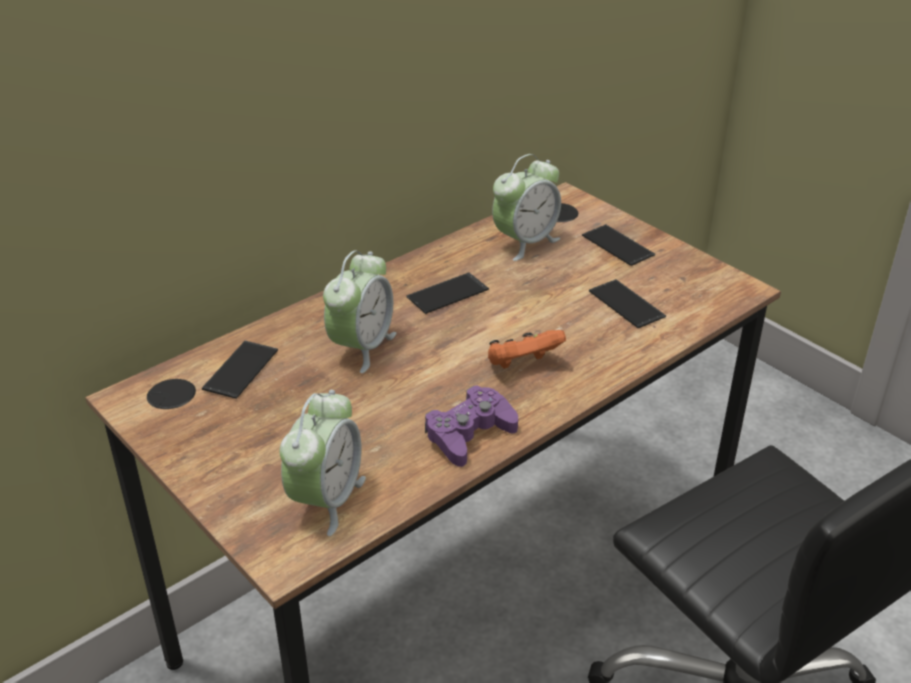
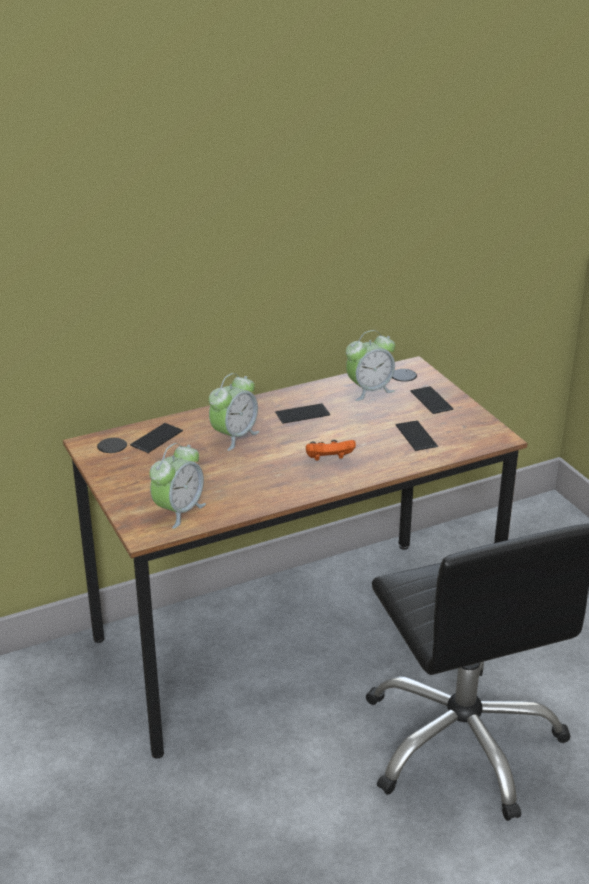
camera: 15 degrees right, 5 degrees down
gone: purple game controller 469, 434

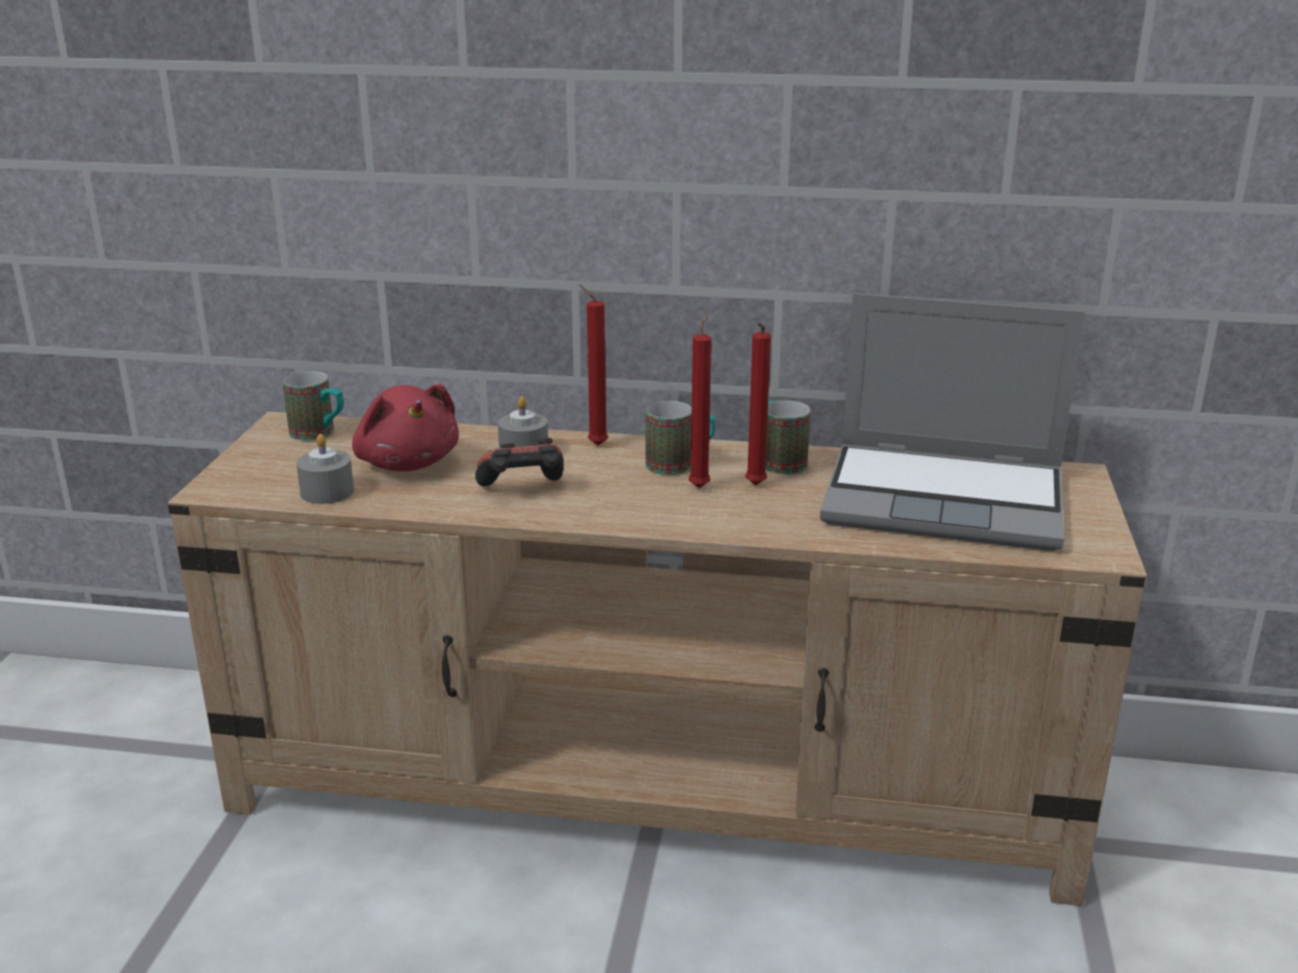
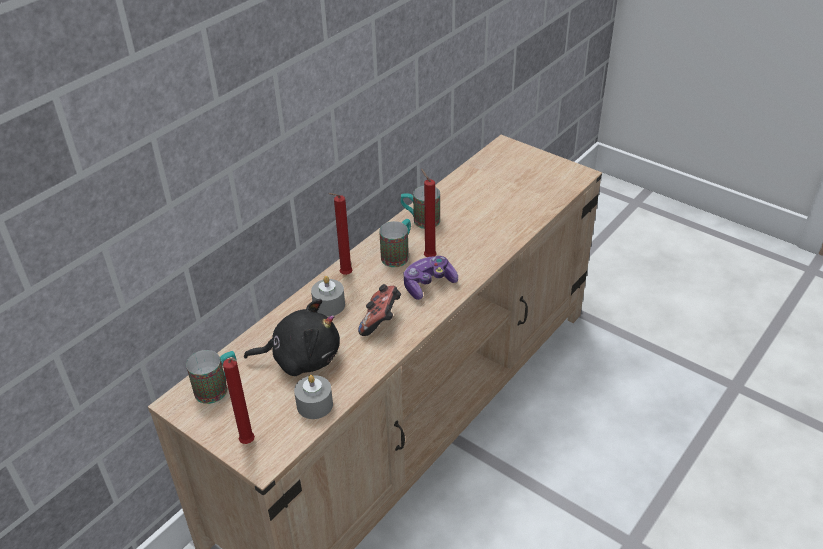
camera: 60 degrees left, 15 degrees up
gone: laptop 947, 499
new: game controller 428, 284
shifted: red candle 754, 486 to 249, 443
repainted: red plush toy 407, 462 to black plush toy 301, 358

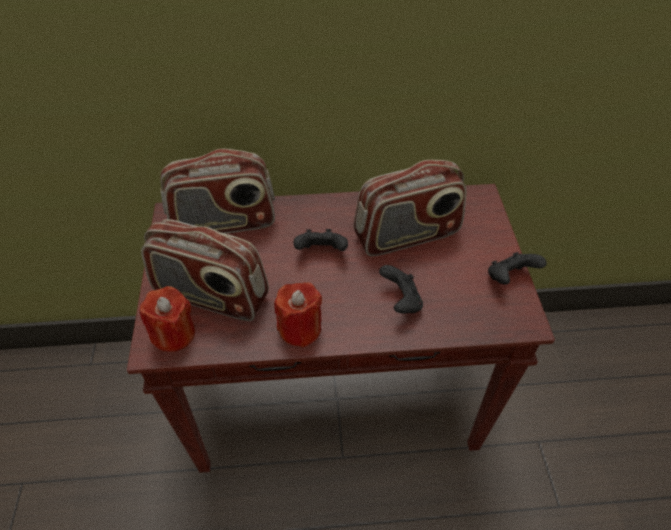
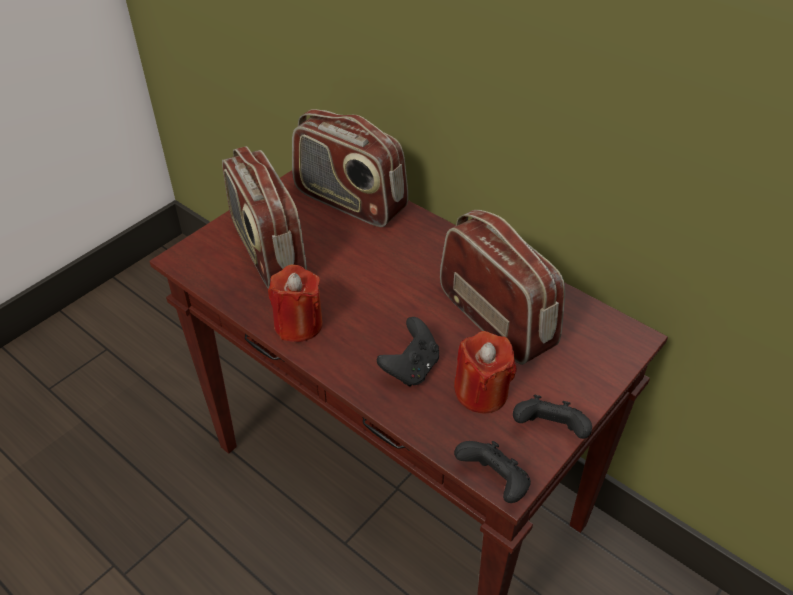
camera: 45 degrees right, 5 degrees down
shifted: red candle 174, 334 to 481, 392; black game controller 321, 252 to 494, 483
rotated: radio 407, 235 = 497, 319 150 degrees counterclockwise

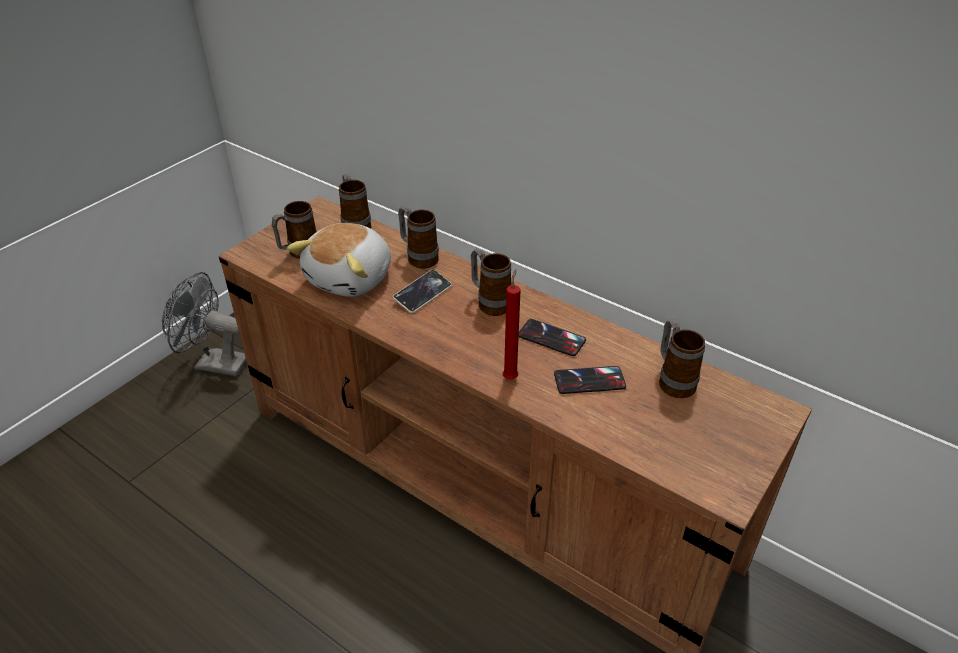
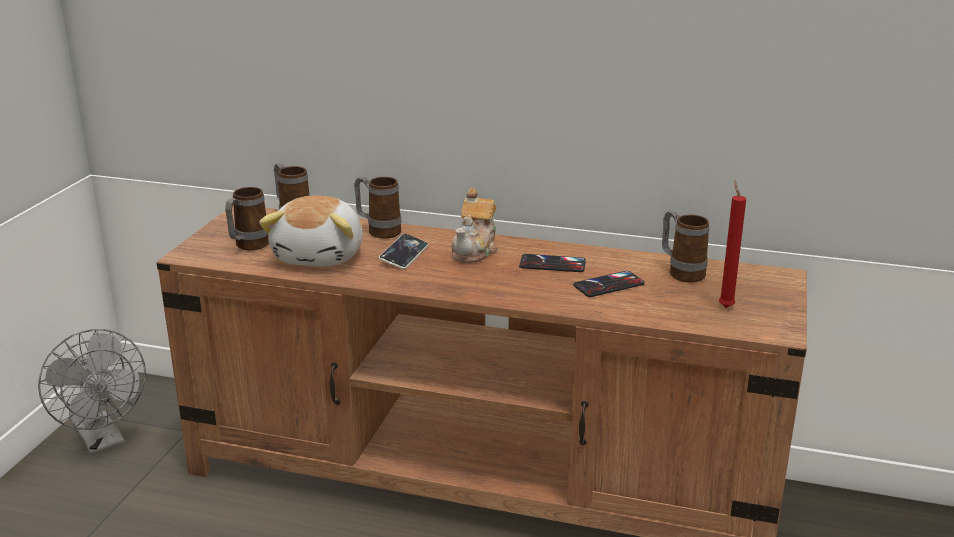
camera: 20 degrees left, 15 degrees down
shifted: red candle 510, 377 to 725, 306
swapped: mug 490, 303 to teapot 475, 250
rotated: grey fan 214, 363 = 103, 441 120 degrees counterclockwise

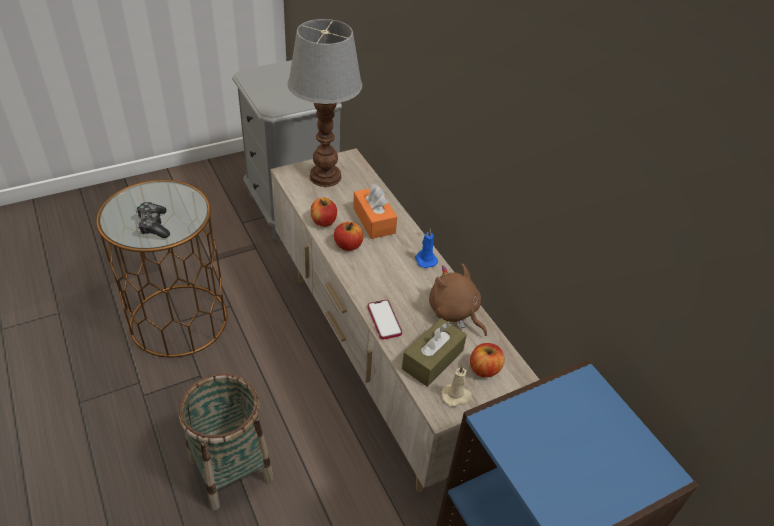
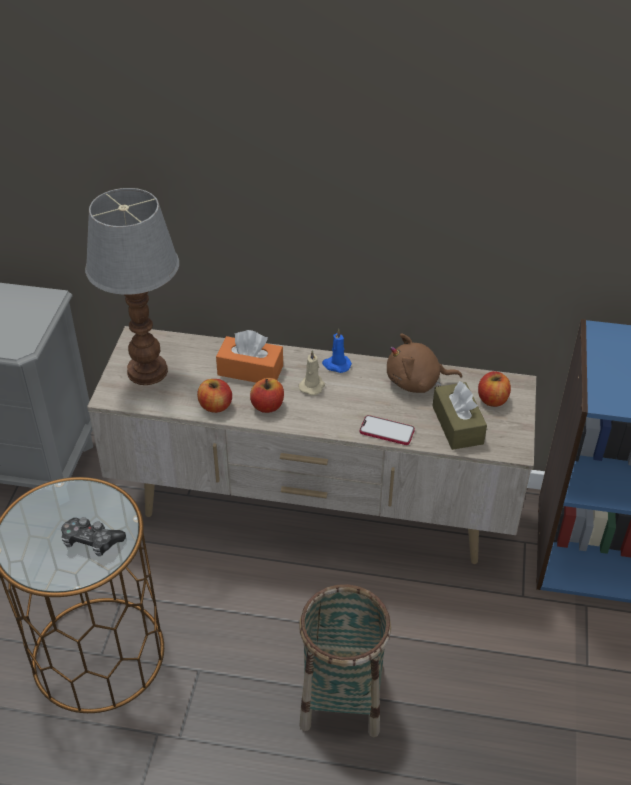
camera: 50 degrees left, 0 degrees up
shifted: beige candle 456, 396 to 312, 385

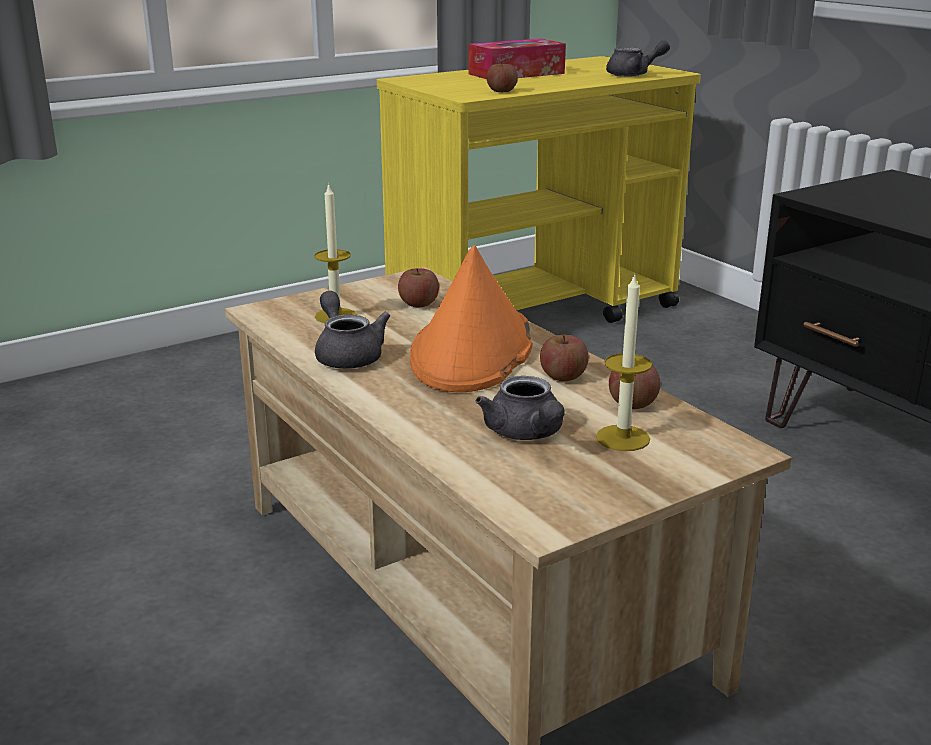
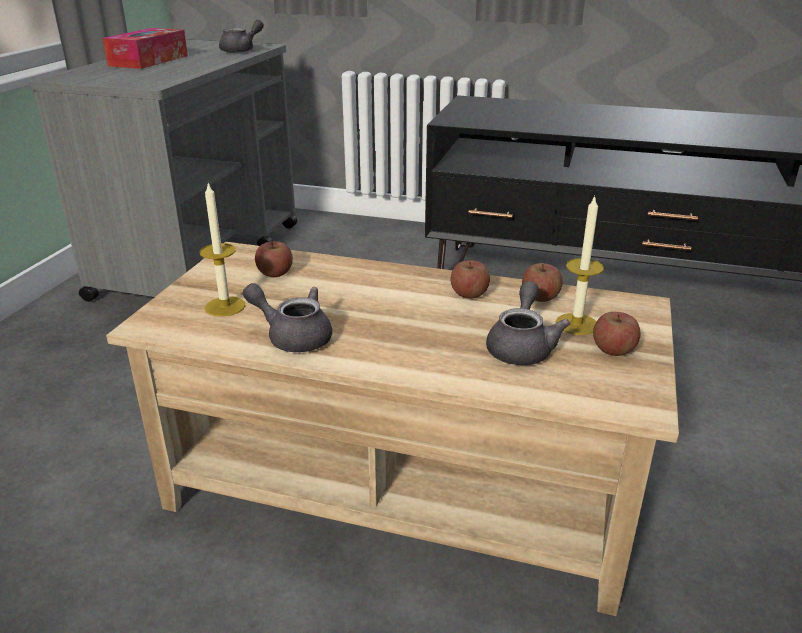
camera: 40 degrees left, 5 degrees up
gone: orange hat 472, 351
shifted: apple 501, 91 to 613, 350
repainted: yellow cart 535, 313 to grey cart 202, 259
rotated: grey teapot 526, 434 = 522, 346 105 degrees counterclockwise

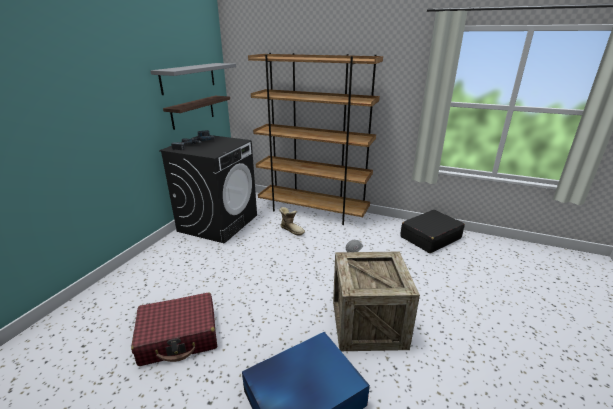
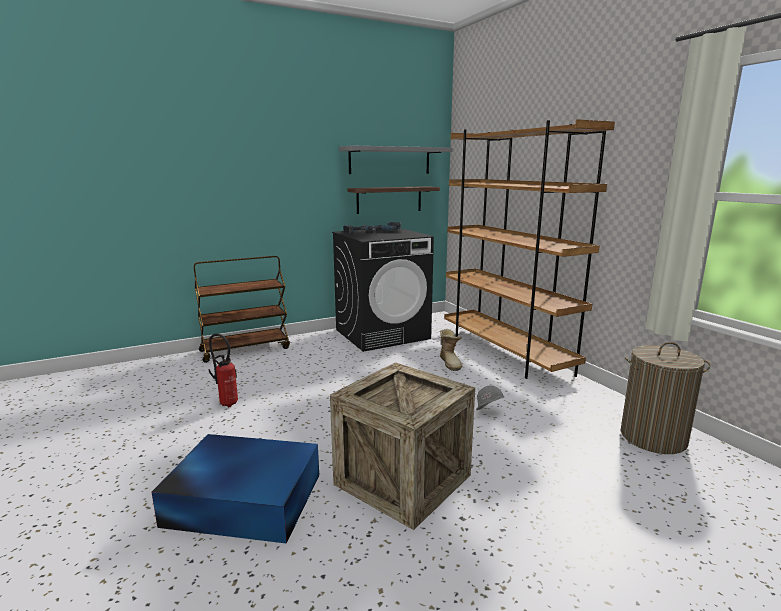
camera: 40 degrees right, 10 degrees down
new: brown cart 245, 349
swapped: red suitcase 179, 336 to fire extinguisher 227, 403; black suitcase 430, 237 to laundry basket 652, 437

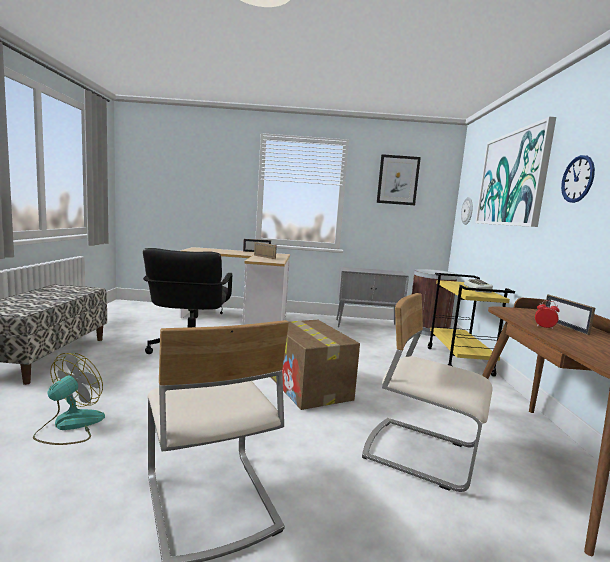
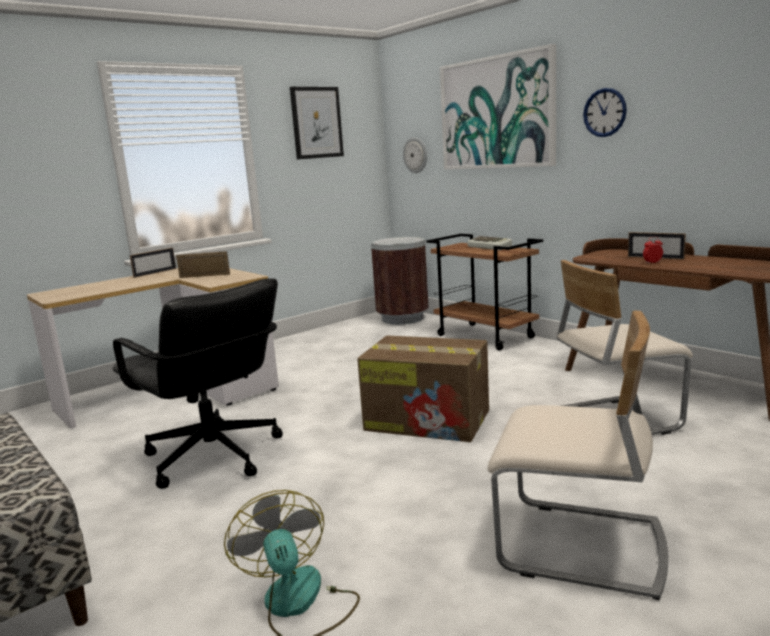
camera: 40 degrees left, 5 degrees up
gone: grey cabinet 368, 325
repainted: yellow cart 459, 361 to brown cart 486, 336

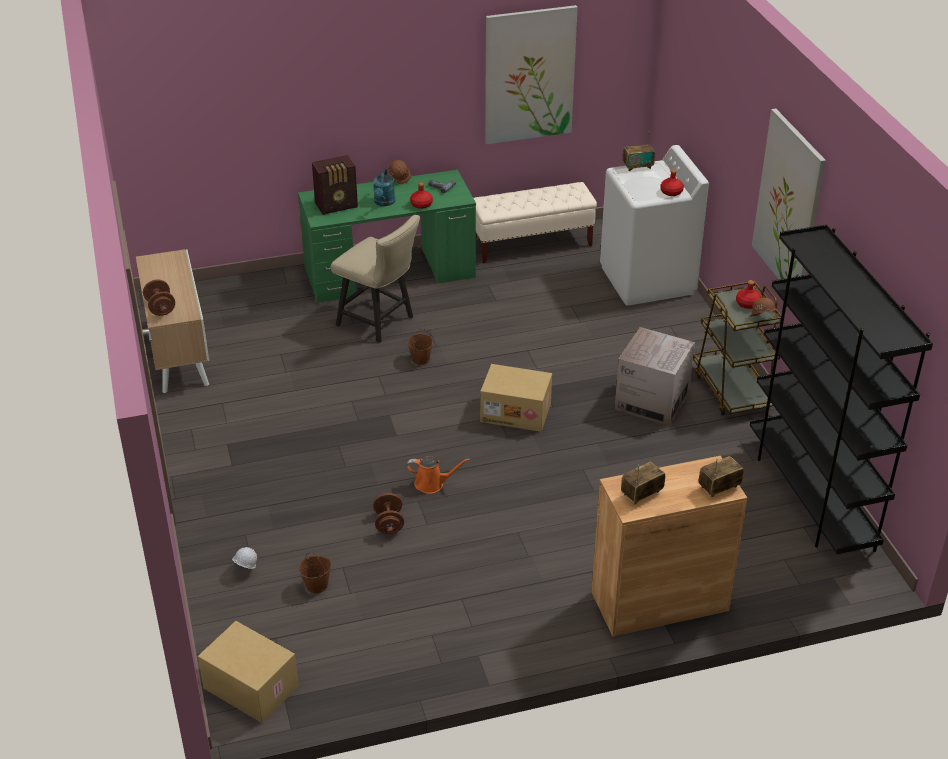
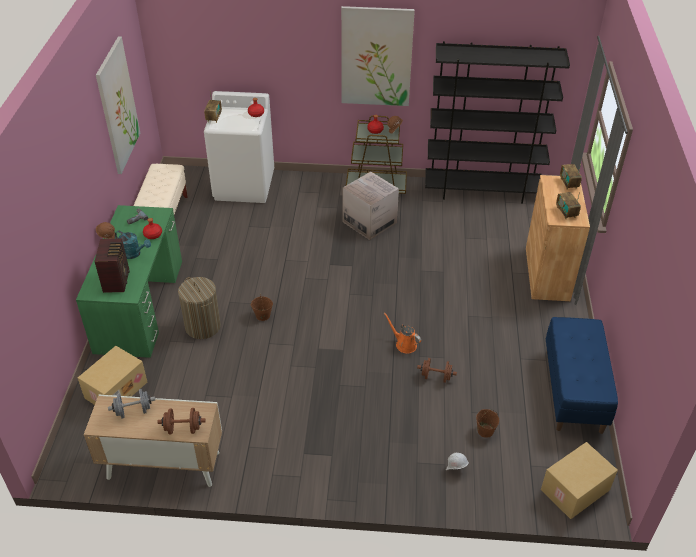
camera: 70 degrees left, 5 degrees up
new: grey dumbbell 133, 411; blue bench 574, 391
shifted: cardboard box 516, 412 to 116, 389
swapped: beige chair 380, 322 to laundry basket 203, 326
rotated: orange watering can 432, 484 = 404, 344 75 degrees counterclockwise

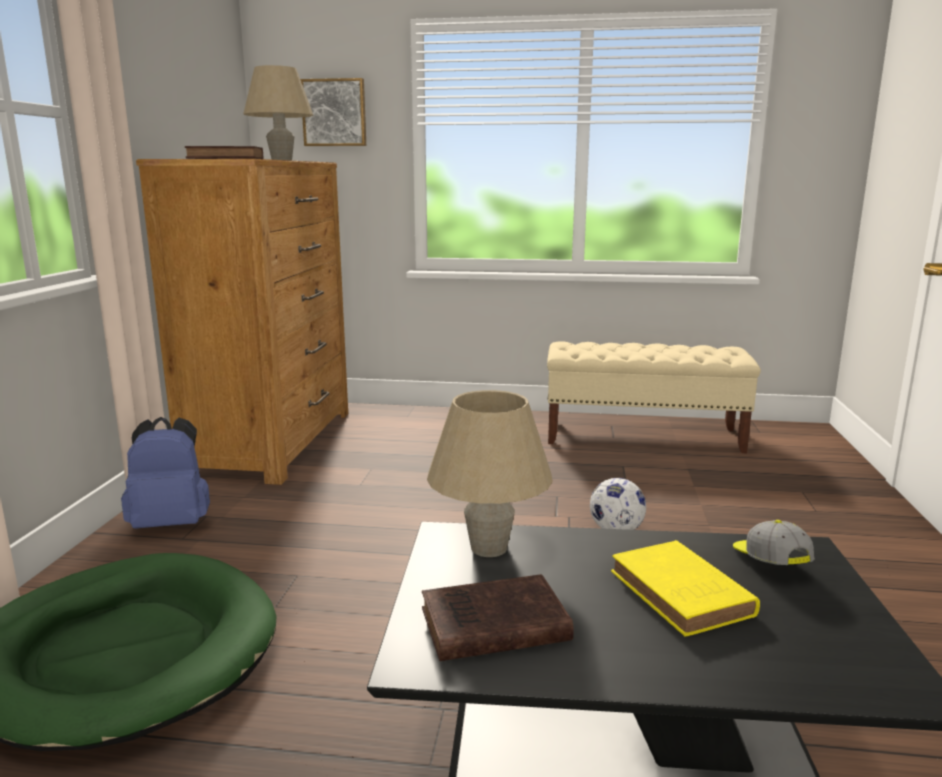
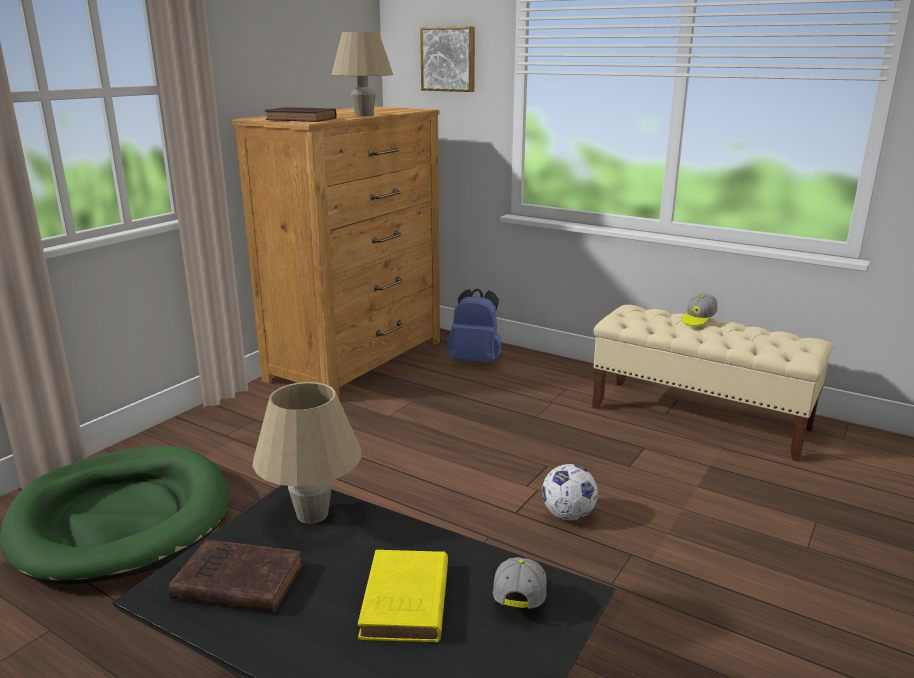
camera: 25 degrees right, 5 degrees up
new: cap 698, 319
shifted: blue backpack 172, 523 to 475, 361

